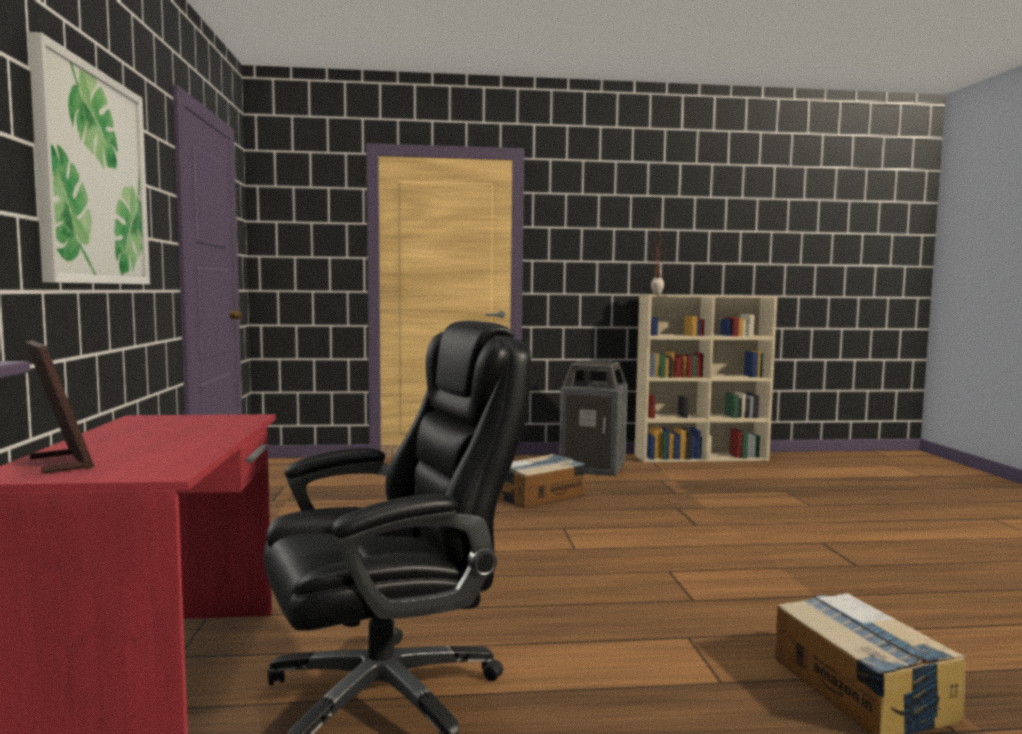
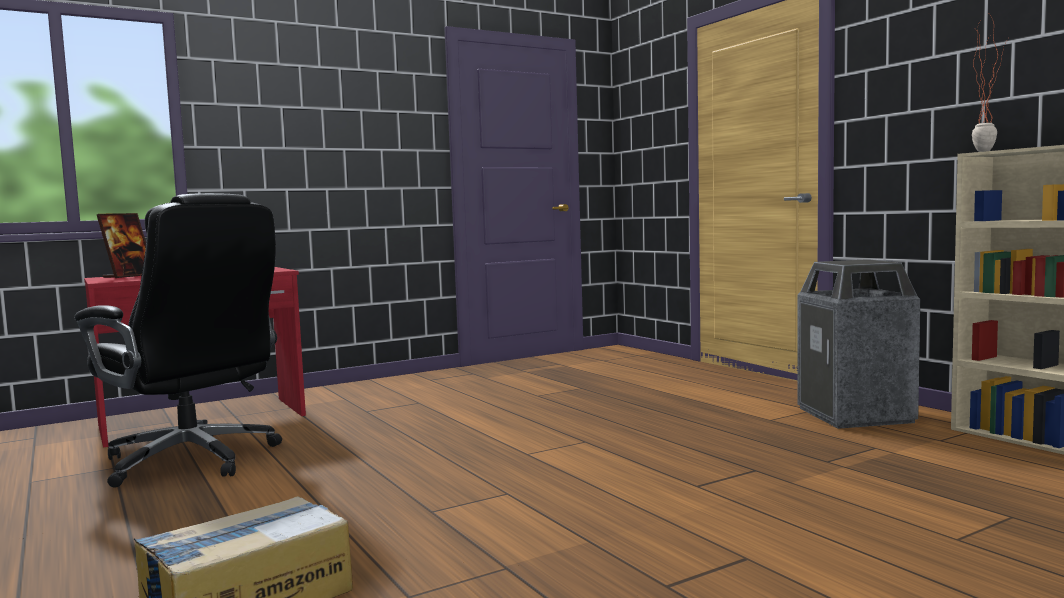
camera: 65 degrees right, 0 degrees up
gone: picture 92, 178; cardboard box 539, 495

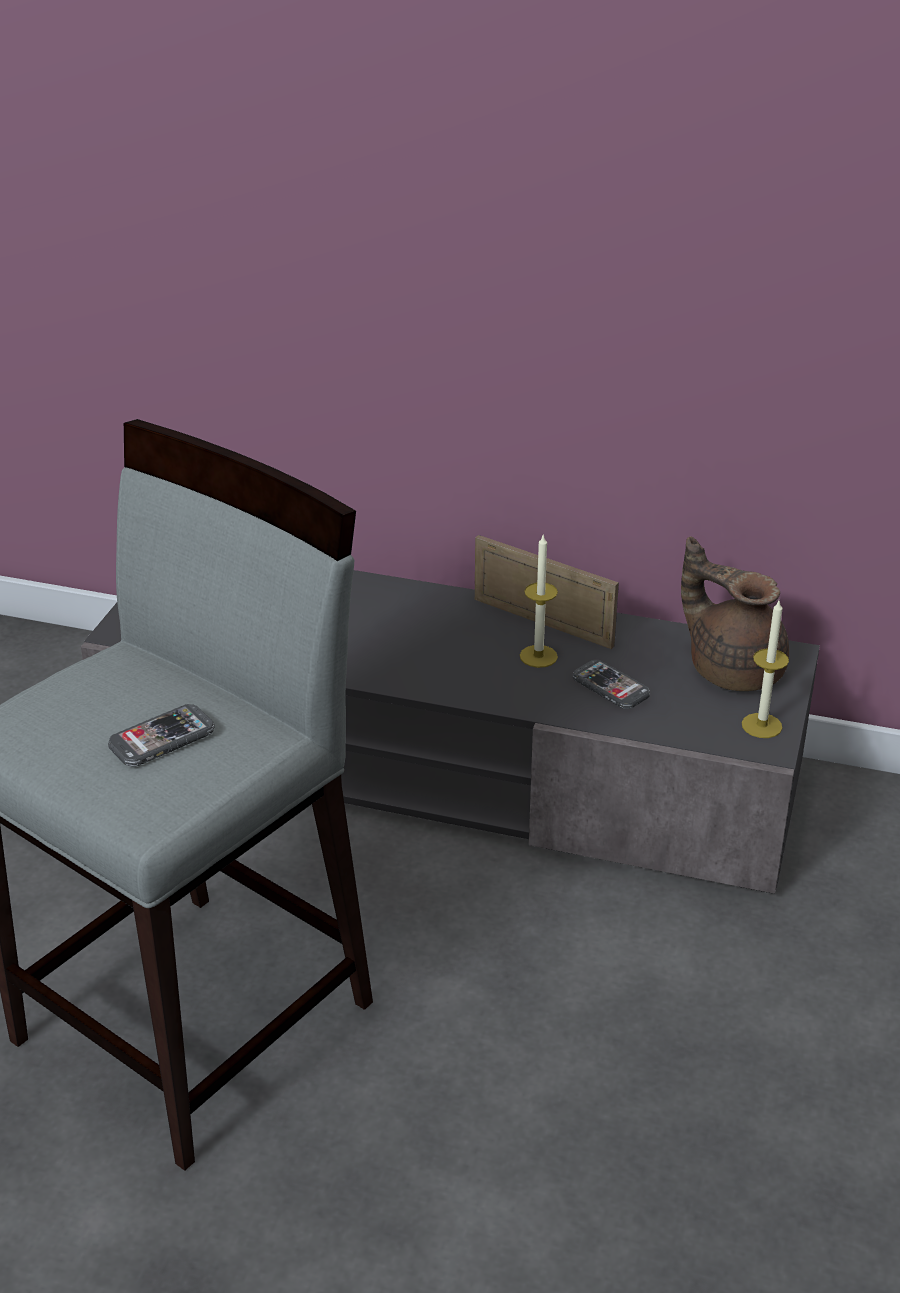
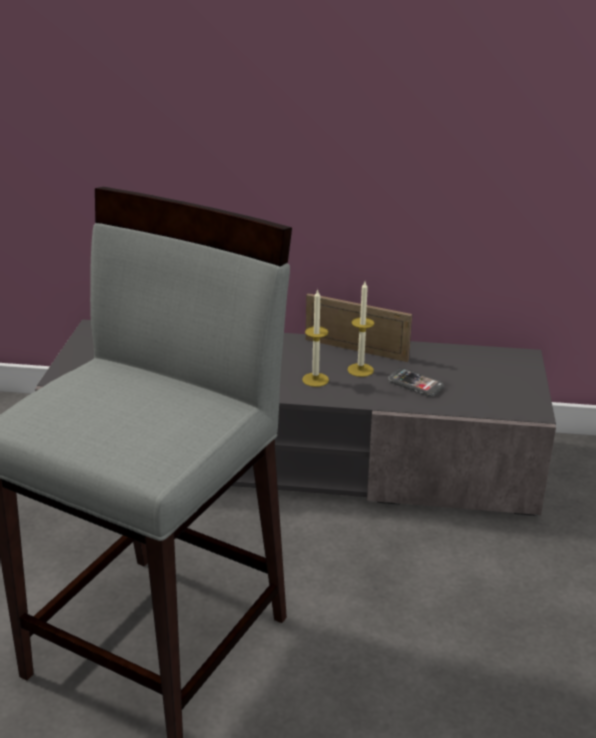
camera: 10 degrees left, 5 degrees down
gone: phone 162, 738; brown teapot 733, 668
shifted: candle 761, 725 to 315, 379

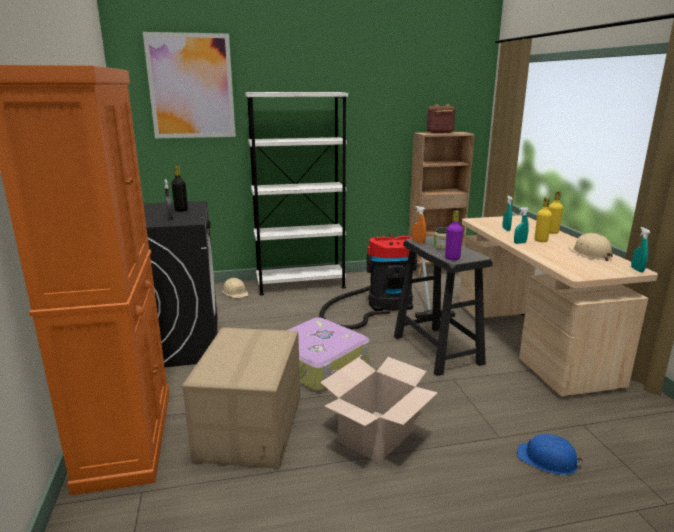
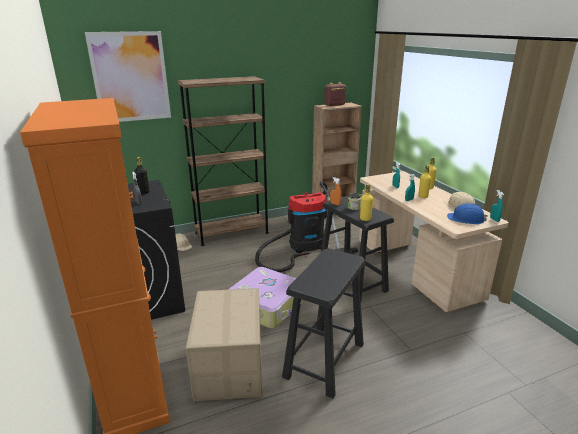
camera: 10 degrees left, 5 degrees up
shifted: blue hard hat 548, 460 to 466, 219
swapped: cardboard box 376, 435 to black stool 325, 360
repainted: white bookcase 300, 284 to brown bookcase 232, 233; purple bottle 452, 258 to yellow bottle 365, 219

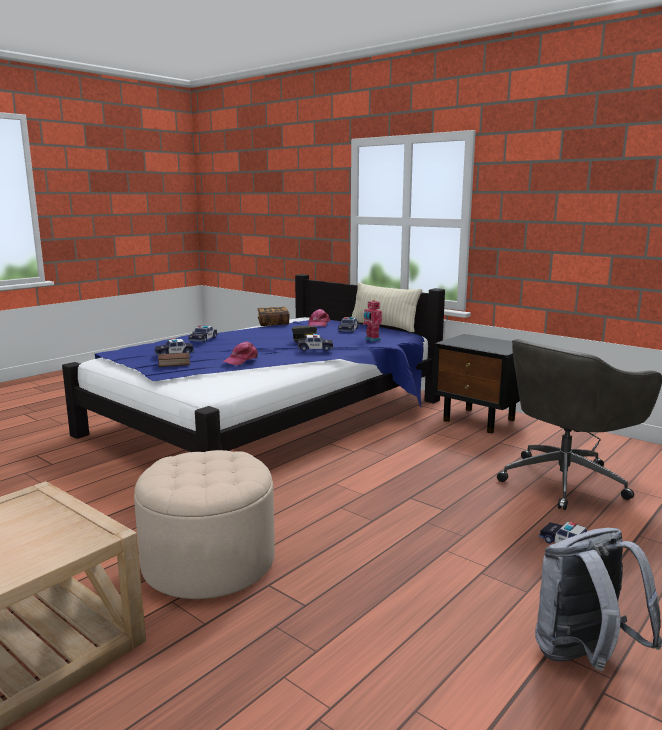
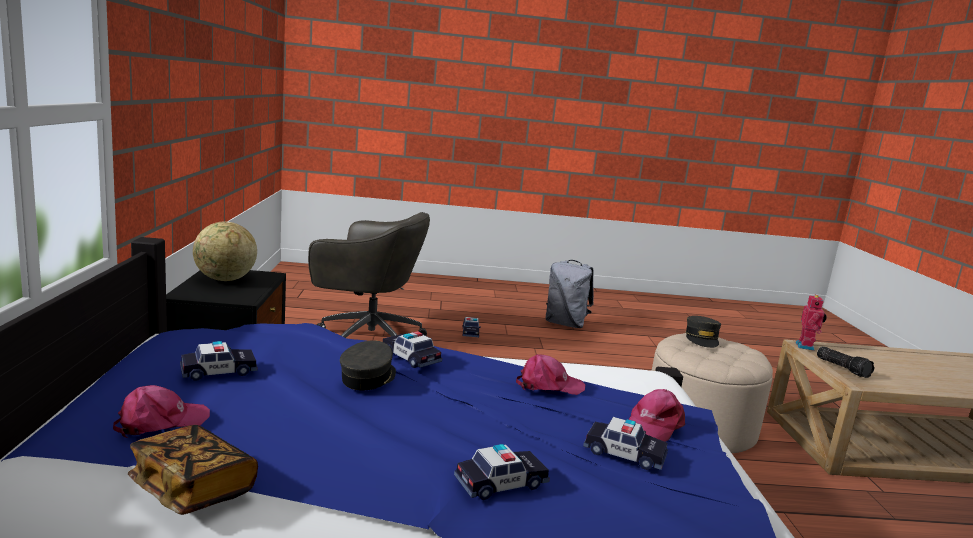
camera: 135 degrees left, 0 degrees up
gone: beige pillow 383, 327
new: globe 225, 280; grey cap 702, 339; flashlight 843, 368
shifted: toy robot 372, 339 to 806, 346
swapped: book 173, 363 to pink cap 654, 425

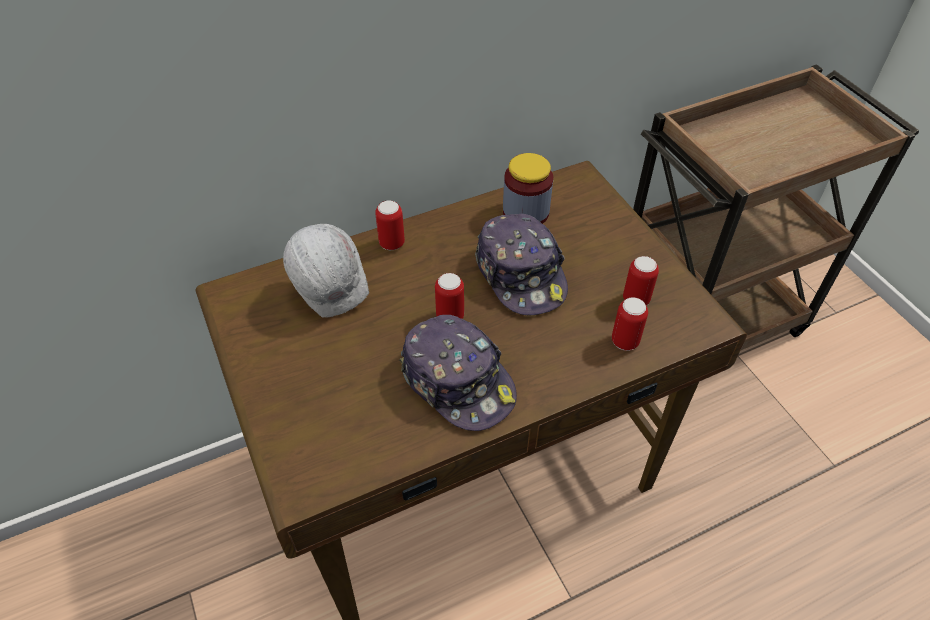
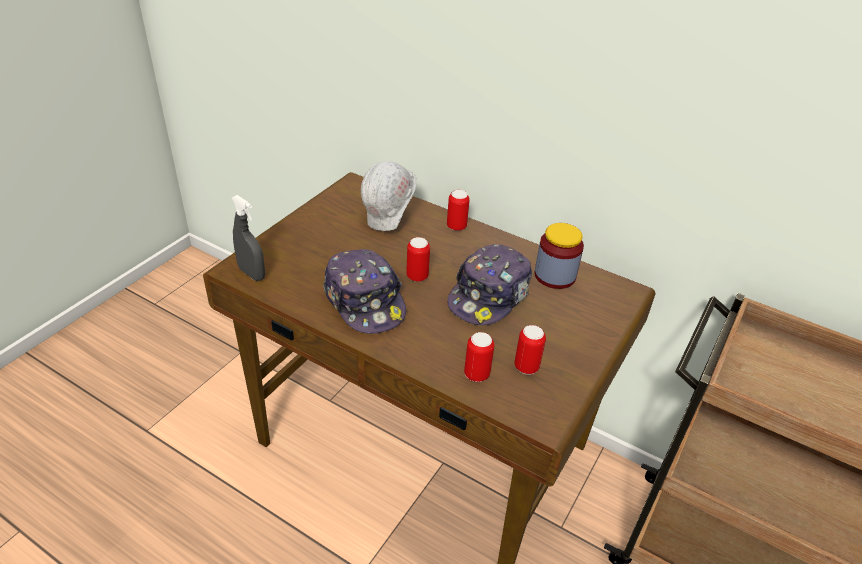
camera: 55 degrees right, 10 degrees down
new: grey spray bottle 252, 274
rotated: cap 458, 381 = 365, 301 45 degrees counterclockwise

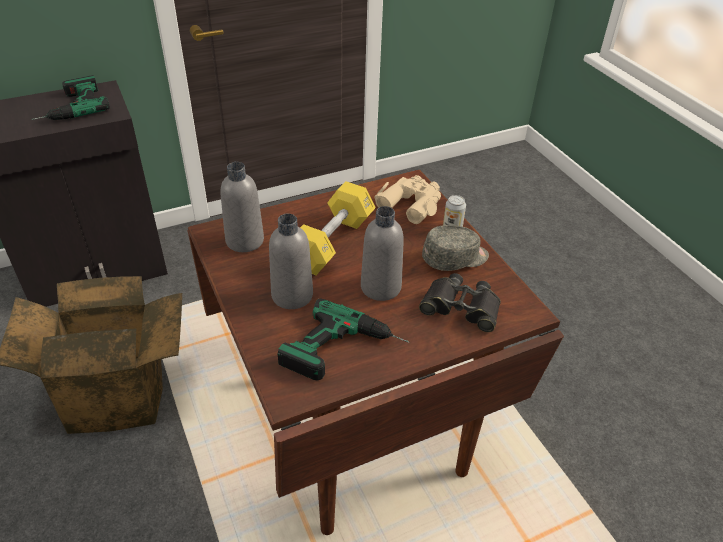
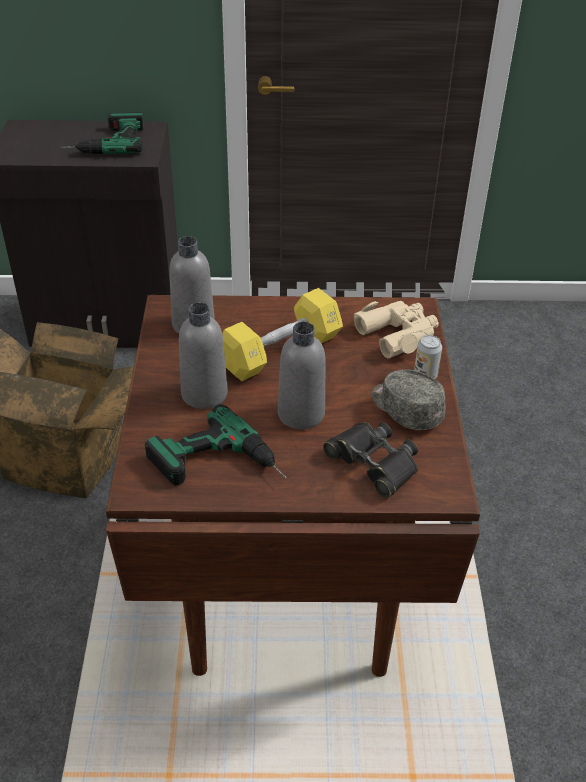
camera: 25 degrees right, 0 degrees up
rotated: grey cap 455, 258 = 405, 409 135 degrees counterclockwise

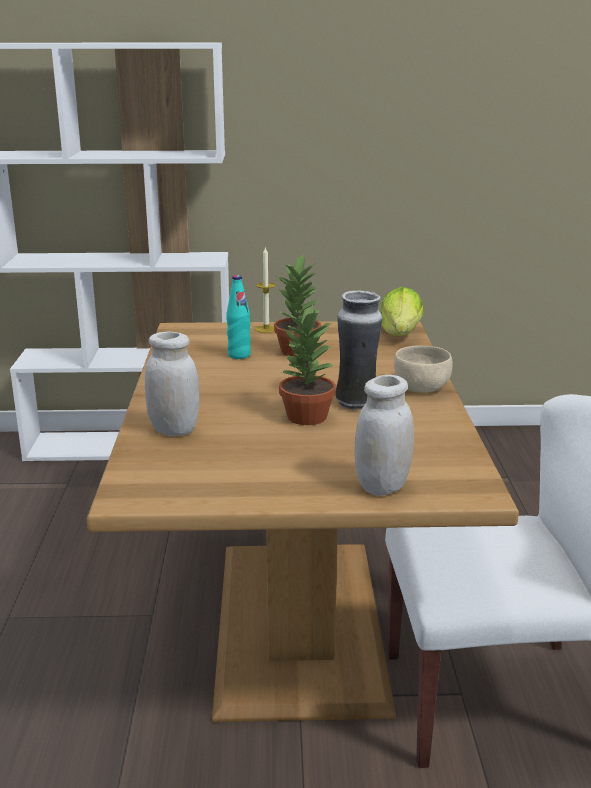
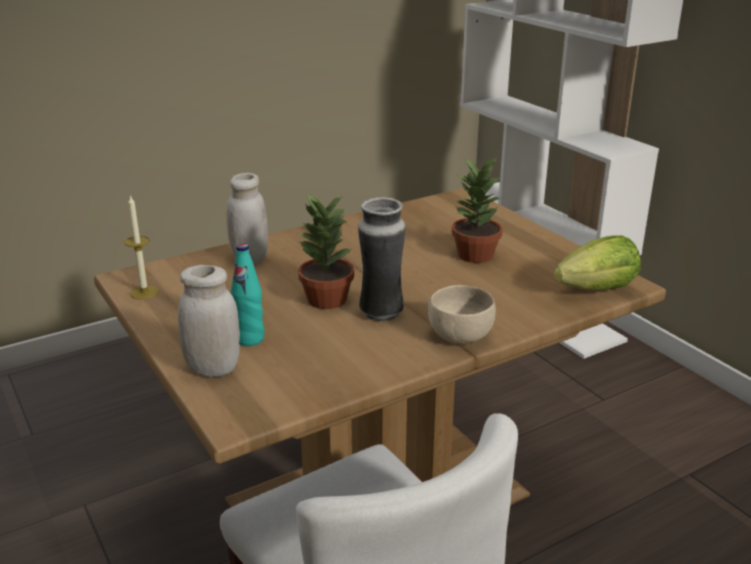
camera: 60 degrees right, 5 degrees up
shifted: turquoise bottle 239, 355 to 249, 339; candle 266, 329 to 144, 292

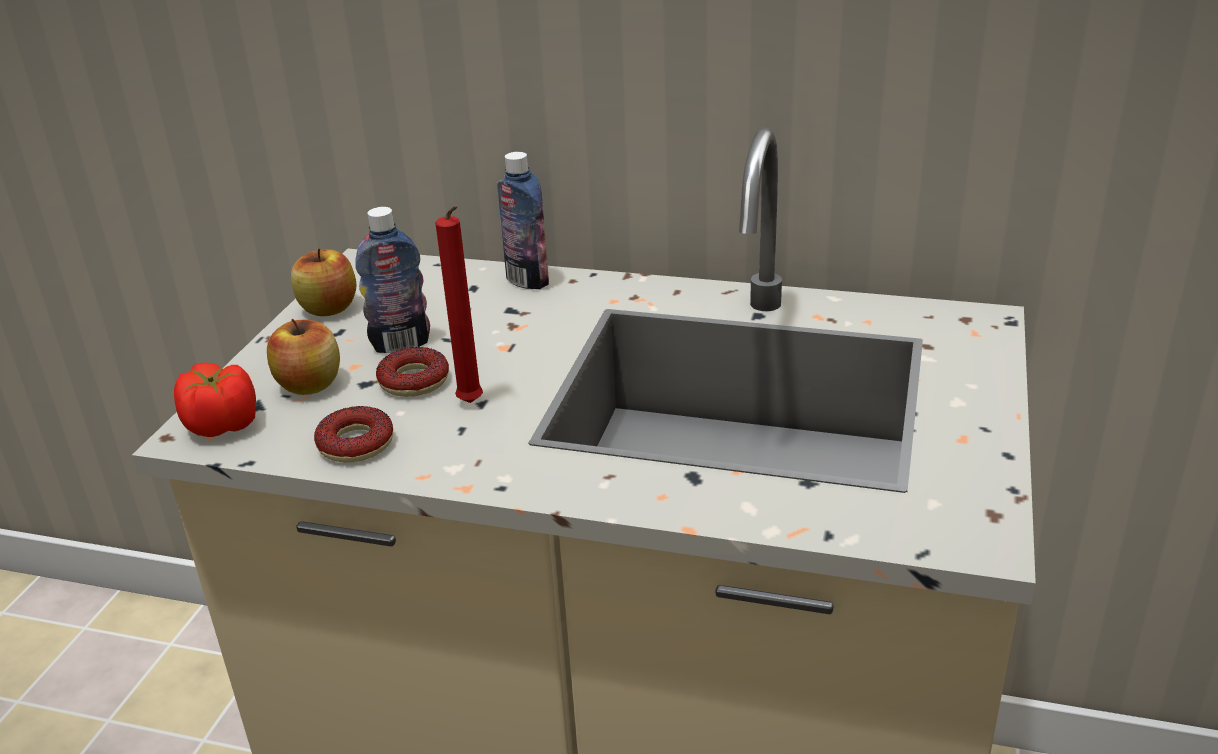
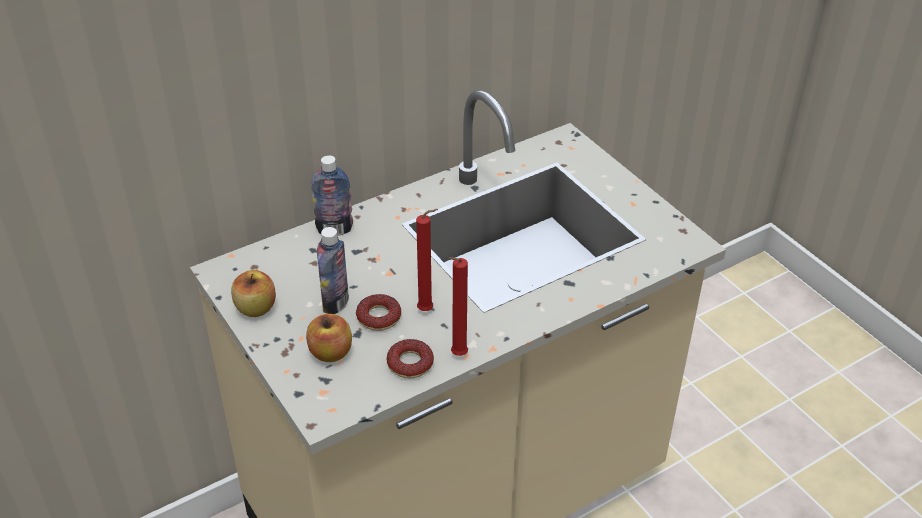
camera: 50 degrees left, 10 degrees up
gone: tomato 223, 425
new: red candle 457, 356

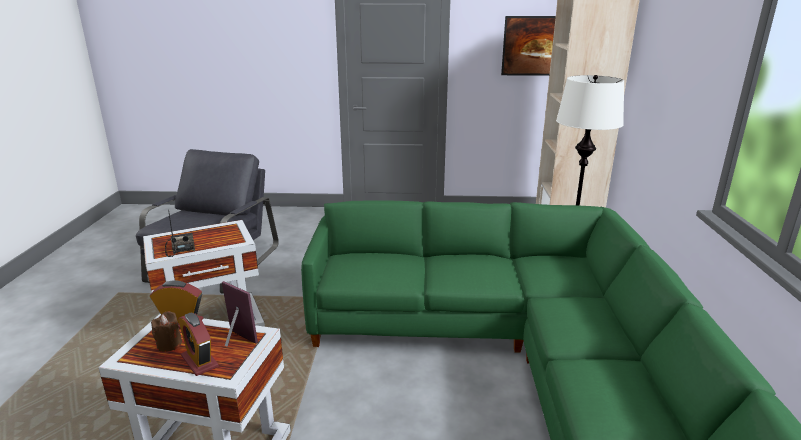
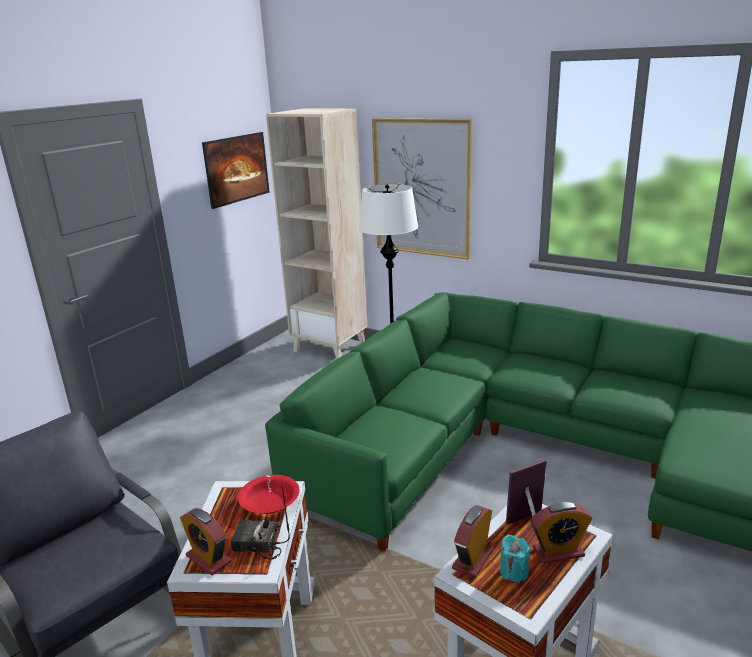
camera: 60 degrees left, 0 degrees up
new: alarm clock 208, 559; red bowl 270, 502; picture 421, 188
repainted: brown candle 169, 344 to turquoise candle 514, 572

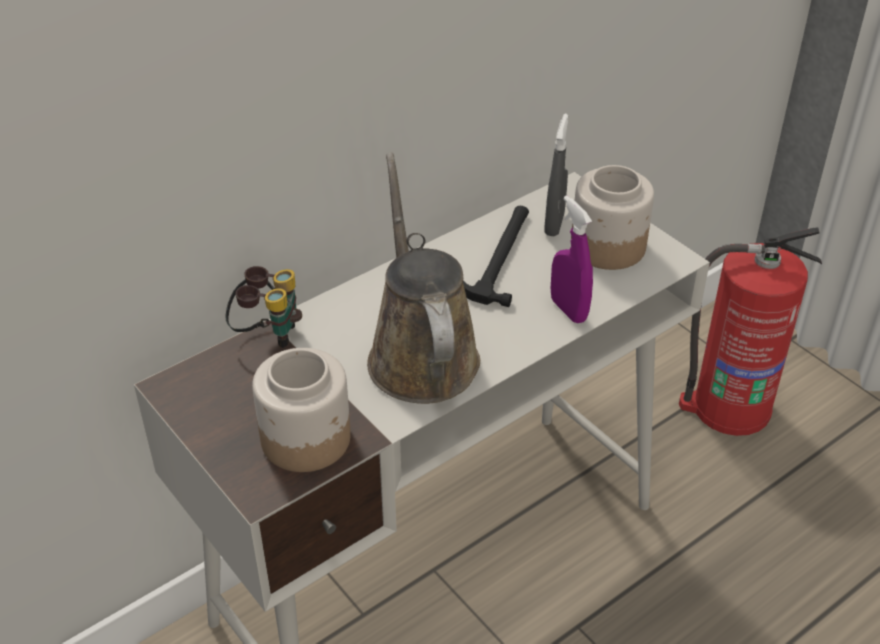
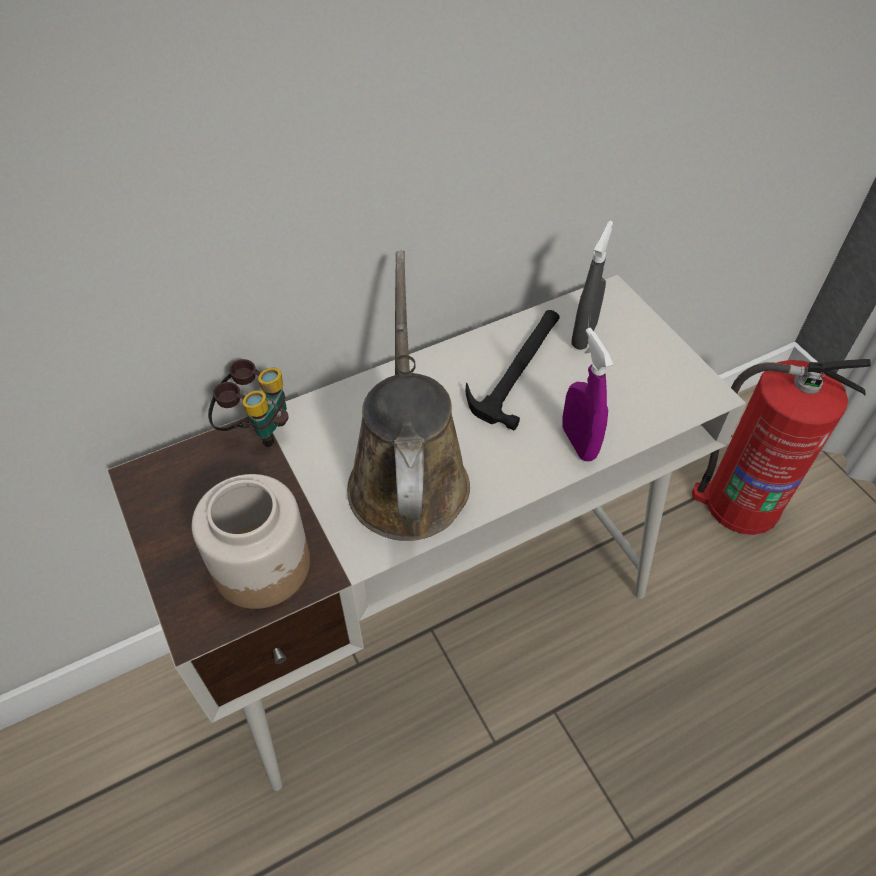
camera: 10 degrees right, 10 degrees up
gone: jar 607, 247

